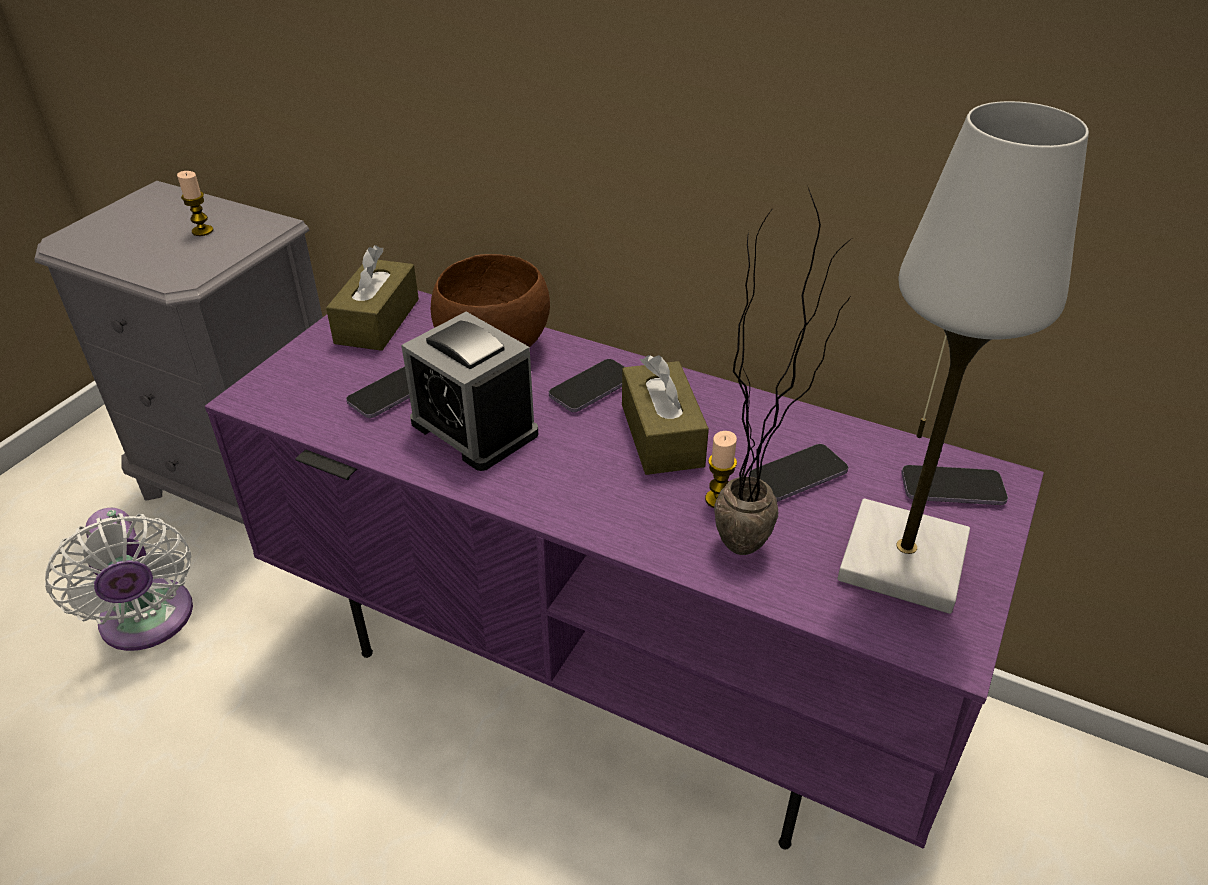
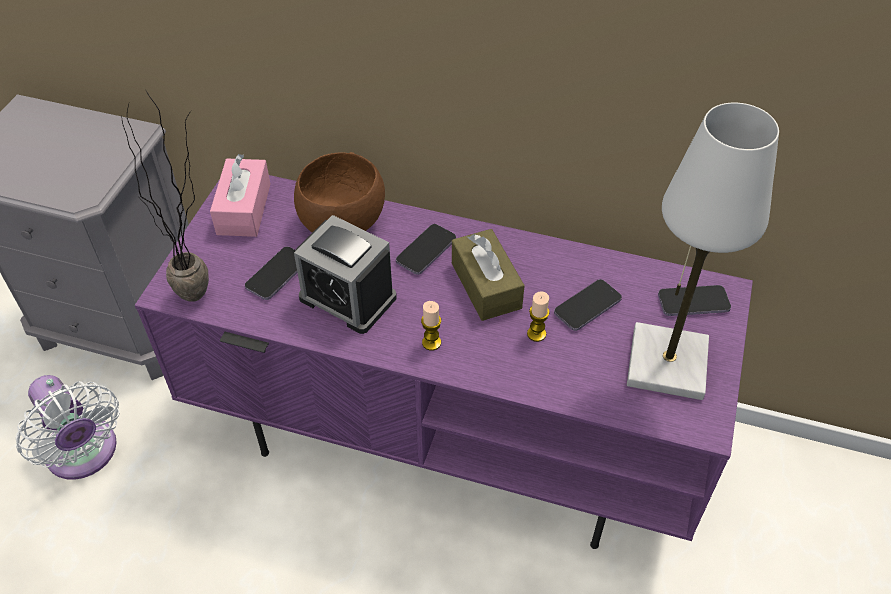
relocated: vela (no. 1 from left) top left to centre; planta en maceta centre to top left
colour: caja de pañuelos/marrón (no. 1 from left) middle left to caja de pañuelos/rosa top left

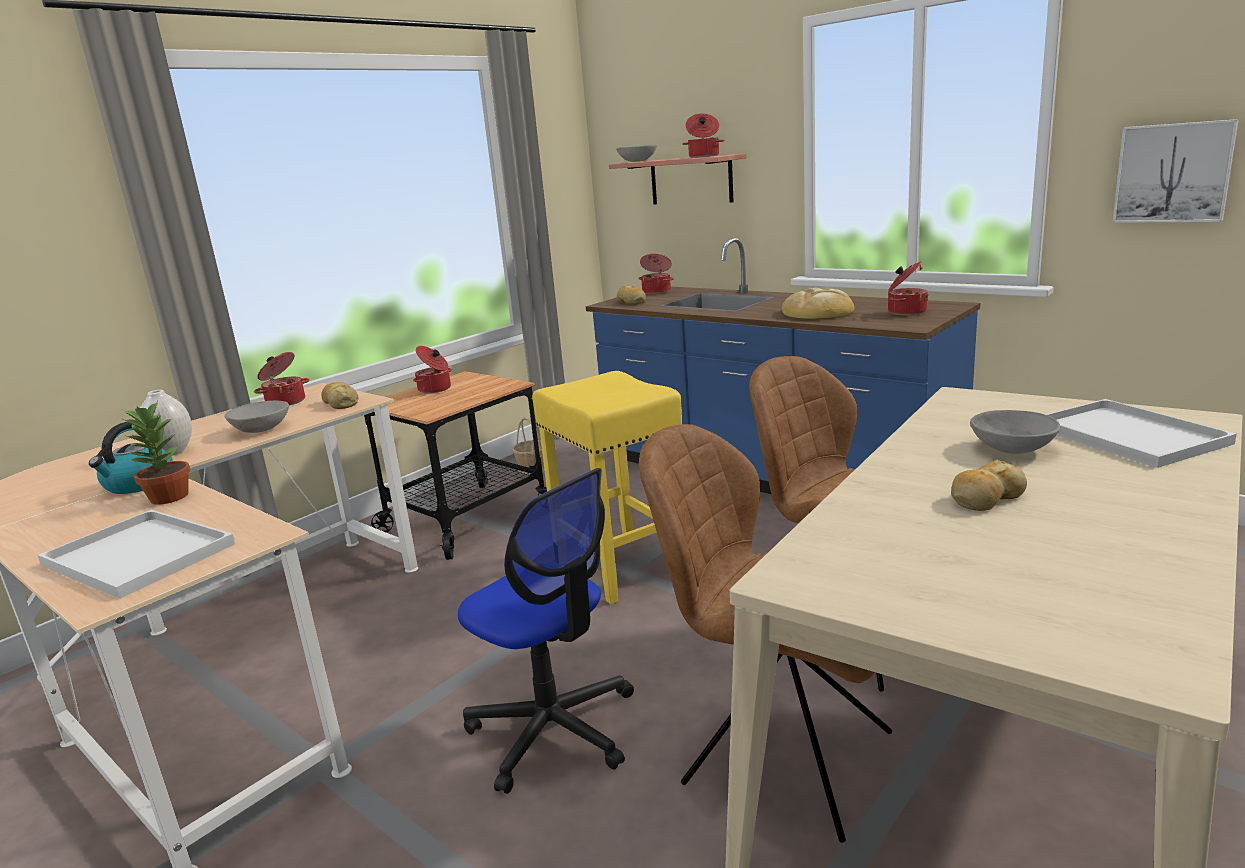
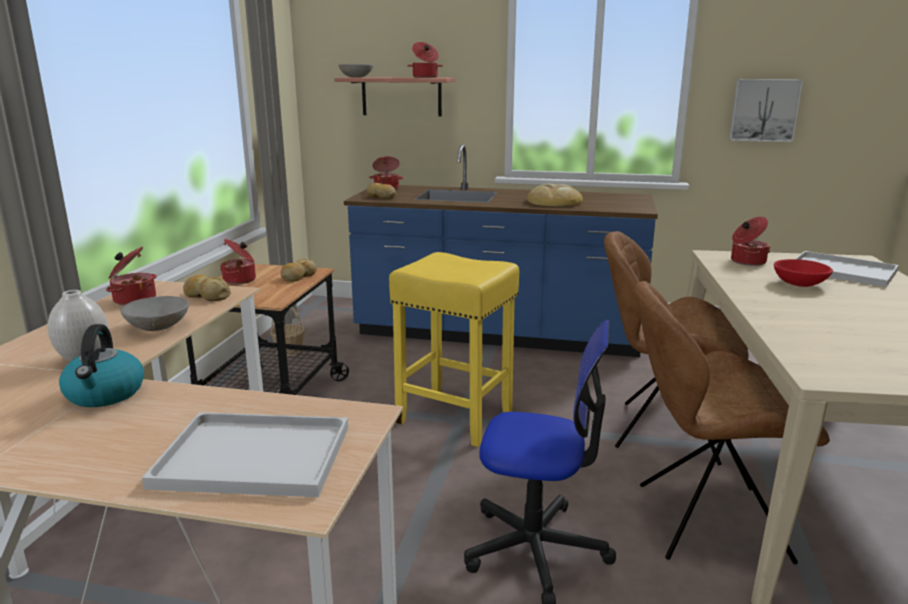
missing: planta en maceta middle left
relocated: olla (no. 5 from left) top right to middle right; pan (no. 4 from left in the first image) middle right to pan (no. 2 from left) middle left
colour: cuenco/gris (no. 3 from left) middle right to cuenco/rojo middle right

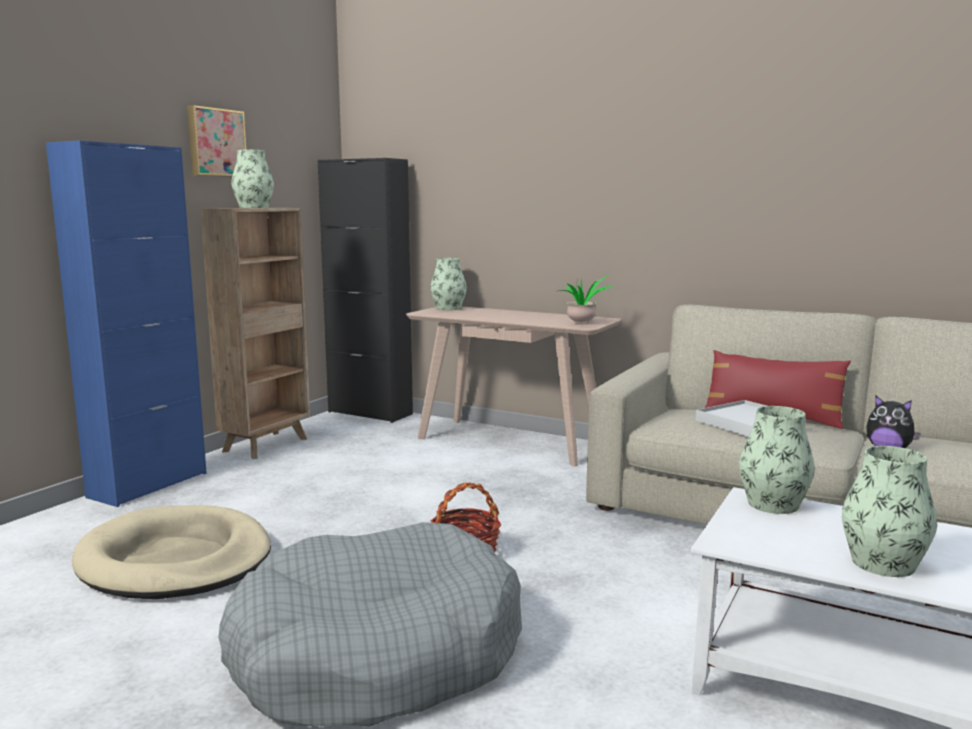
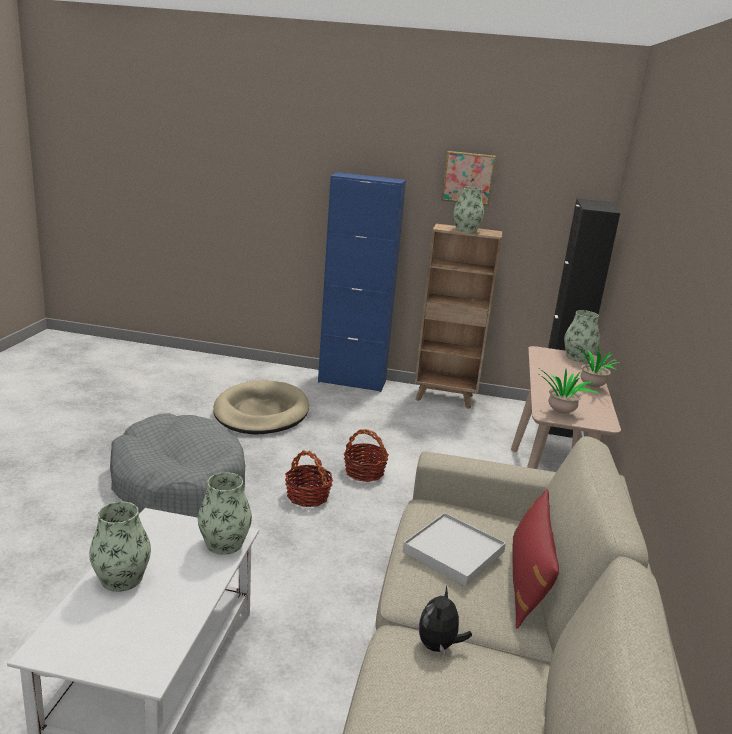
appeared: cesta (no. 2 from left) centre; planta en maceta (no. 2 from left) middle right

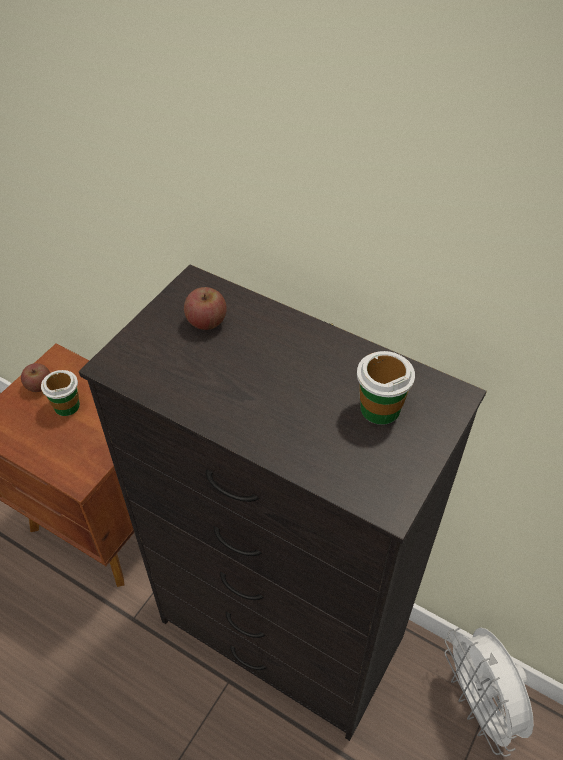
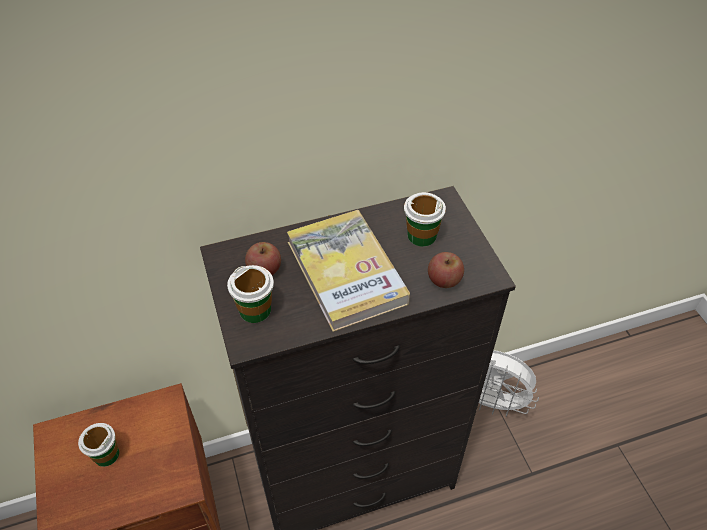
appeared: taza (no. 2 from left) centre; libro centre
relocated: manzana (no. 1 from left in the first image) middle left to manzana (no. 2 from left) centre

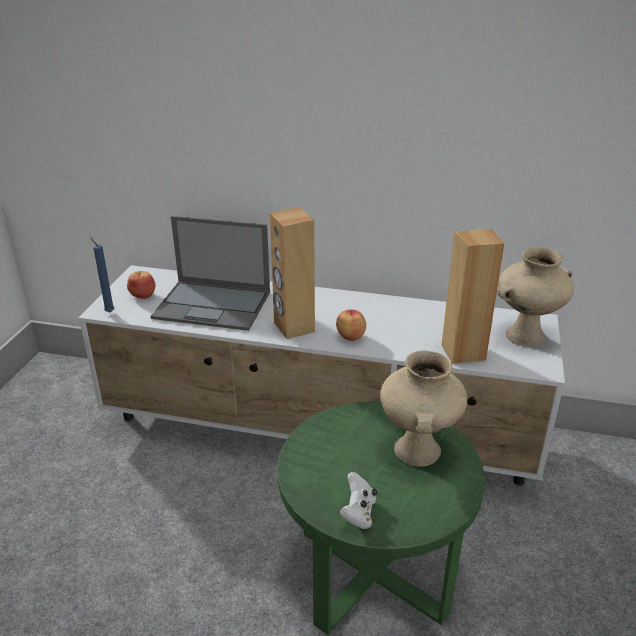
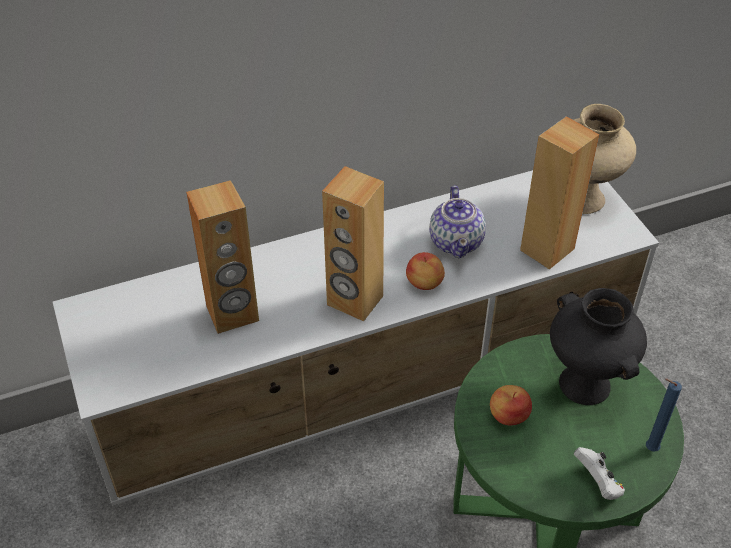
appeared: tetera centre
relocated: vela/azul middle left to bottom right; manzana (no. 1 from left in the first image) middle left to manzana (no. 2 from left) bottom right
exchanged: portátil middle left to altavoz/marrón (no. 1 from left) middle left
colour: florero/beis (no. 1 from left) centre to florero/negro middle right

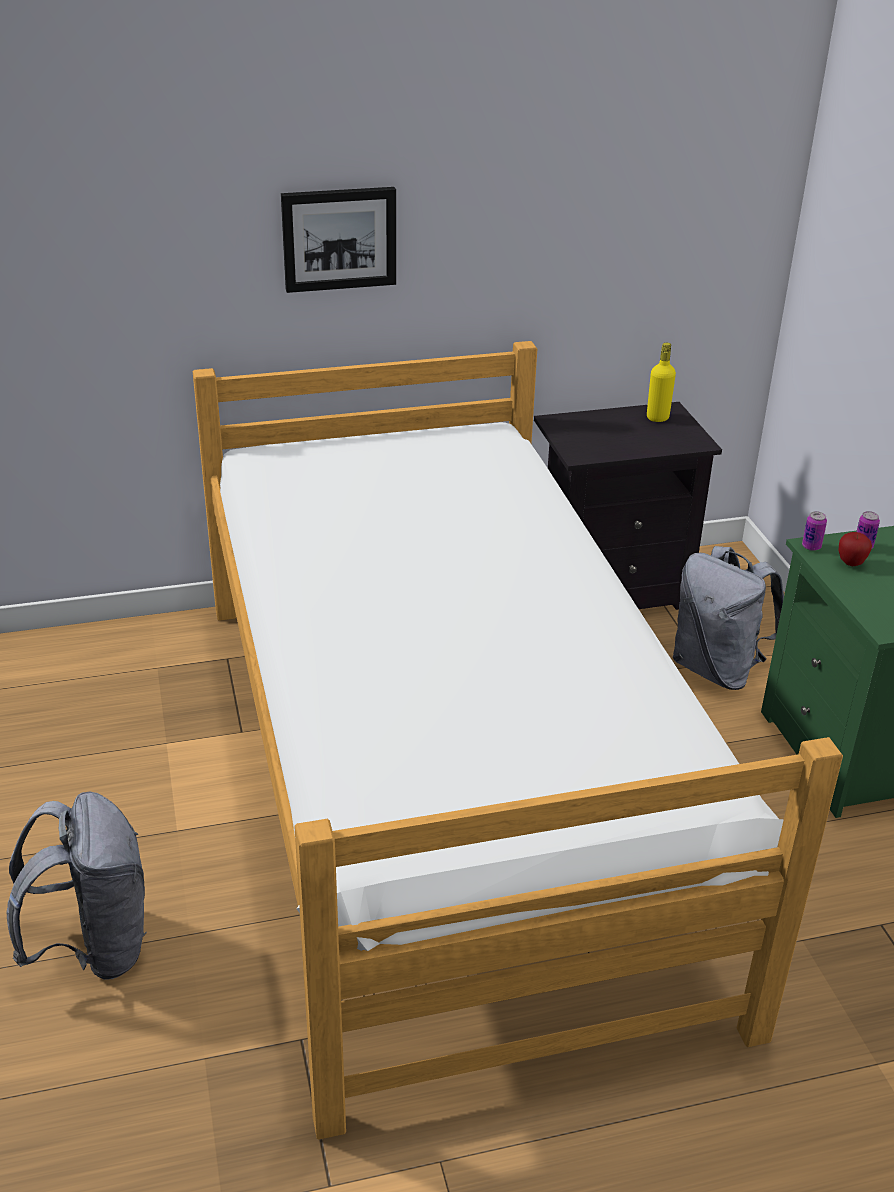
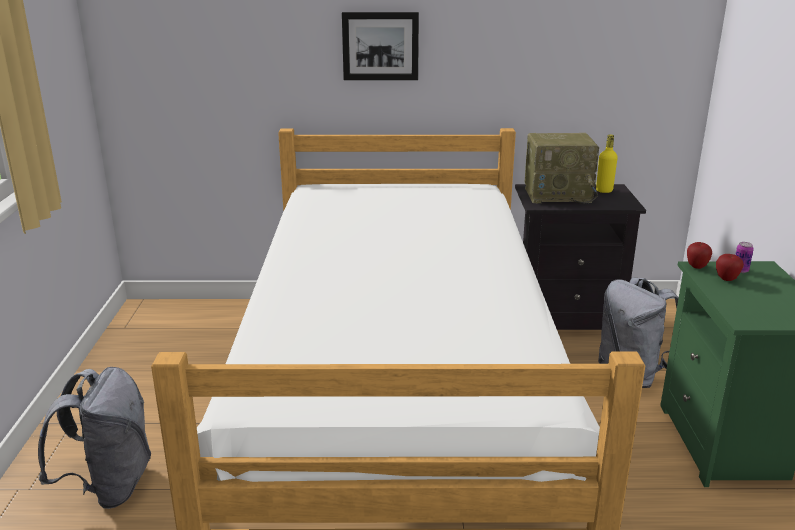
appeared: radio top right
exchanged: lata (no. 1 from left) middle right to manzana (no. 1 from left) middle right

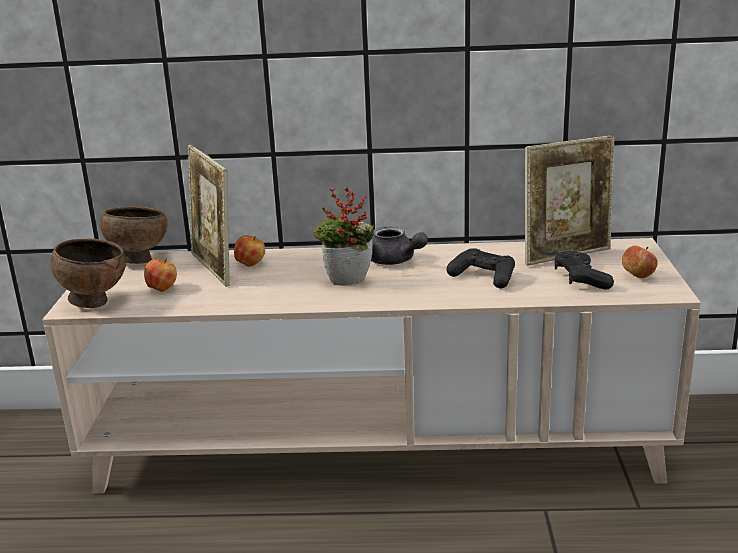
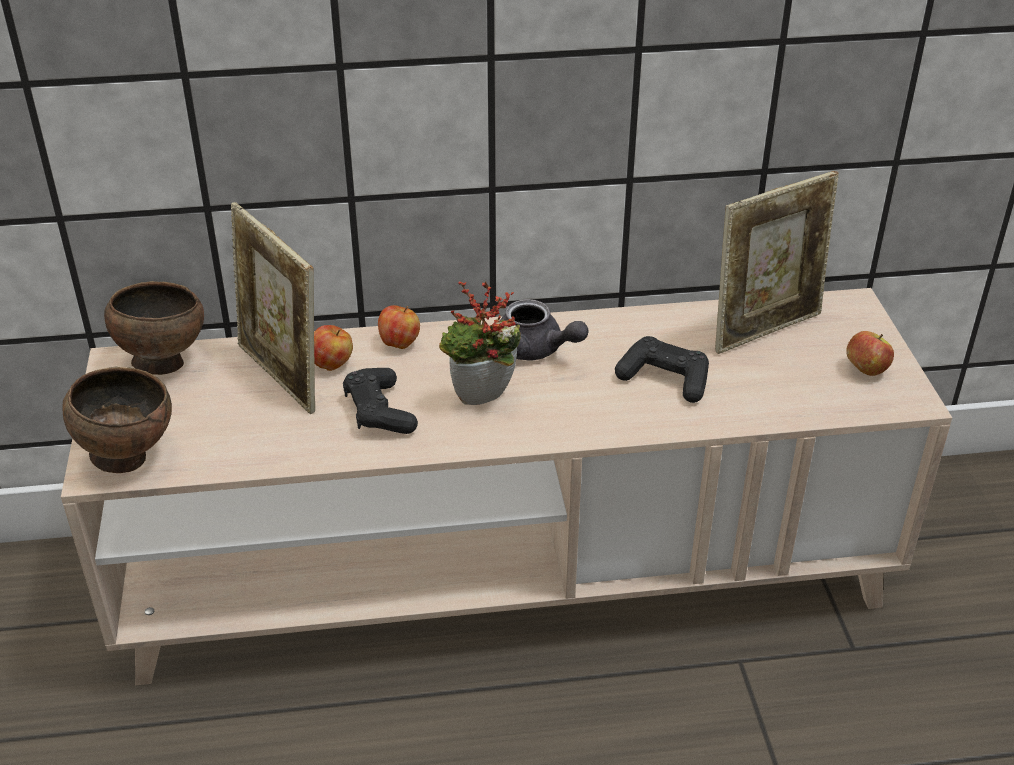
relocated: manzana (no. 1 from left in the first image) middle left to manzana (no. 2 from left) centre; mando de consola/negro (no. 2 from left in the first image) middle right to mando de consola/negro (no. 1 from left) centre

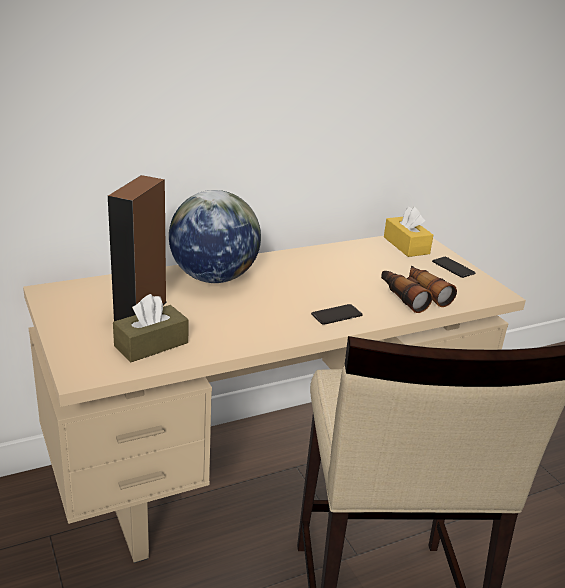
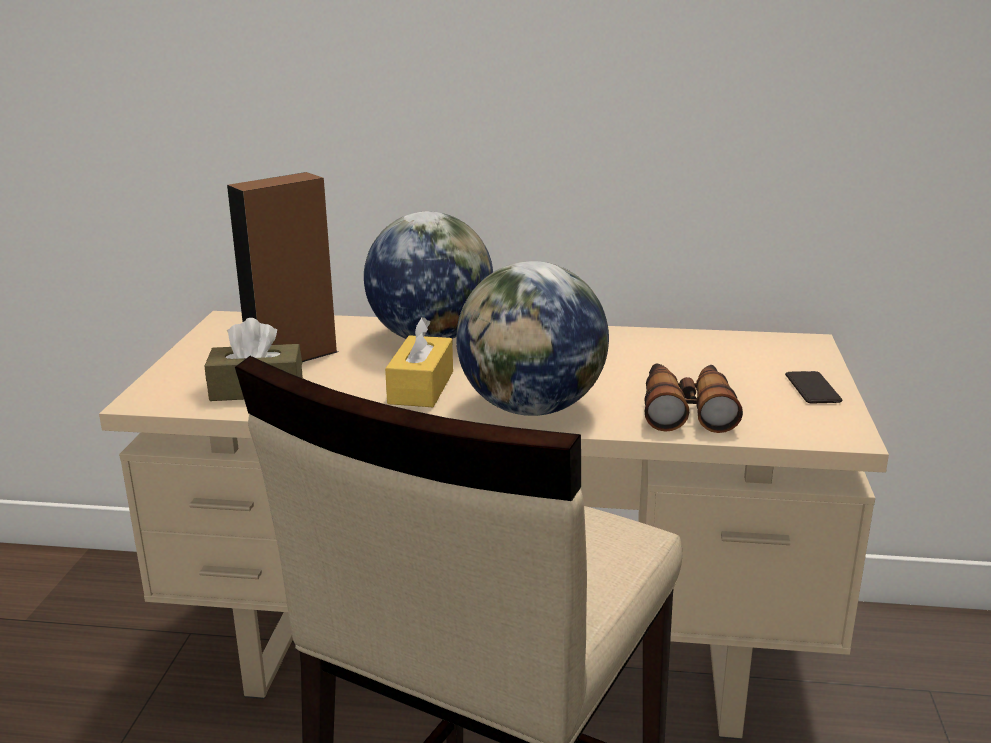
relocated: caja de pañuelos/amarillo middle right to centre
exchanged: móvil (no. 1 from left) centre to globo terráqueo (no. 2 from left) centre

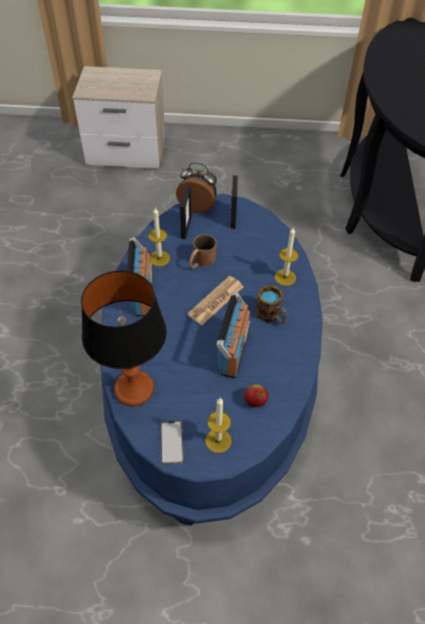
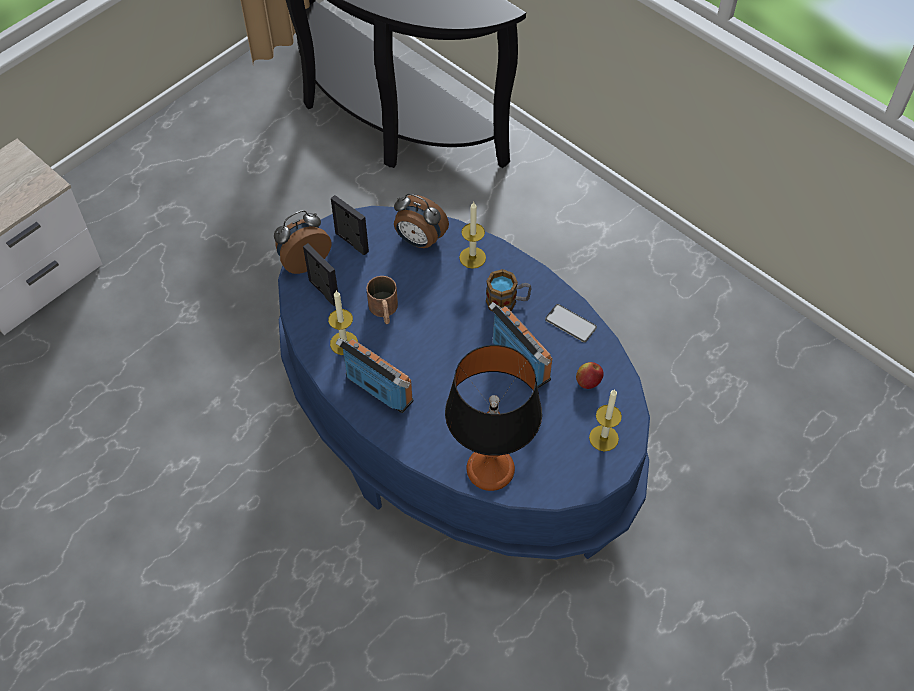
missing: periódico centre
appeared: despertador (no. 2 from left) top centre
relocated: móvil bottom centre to centre

